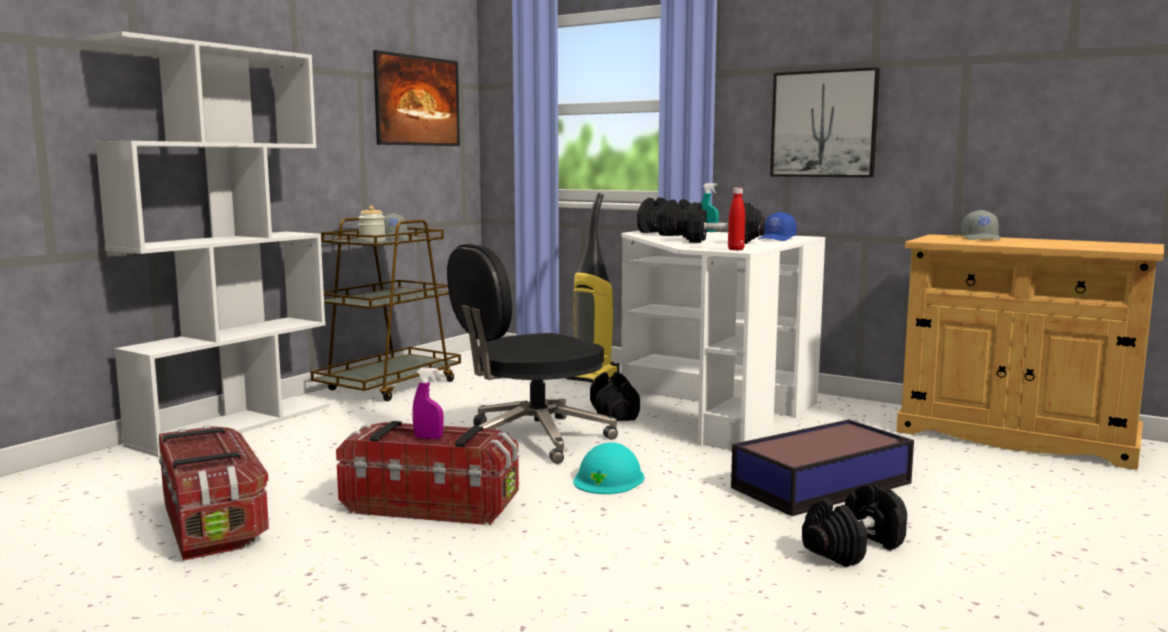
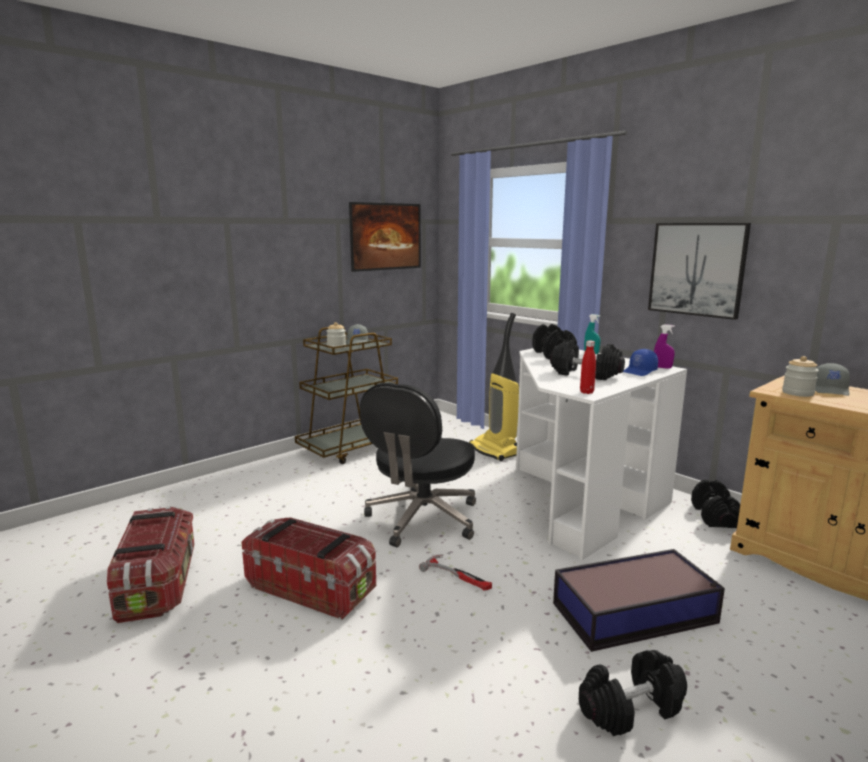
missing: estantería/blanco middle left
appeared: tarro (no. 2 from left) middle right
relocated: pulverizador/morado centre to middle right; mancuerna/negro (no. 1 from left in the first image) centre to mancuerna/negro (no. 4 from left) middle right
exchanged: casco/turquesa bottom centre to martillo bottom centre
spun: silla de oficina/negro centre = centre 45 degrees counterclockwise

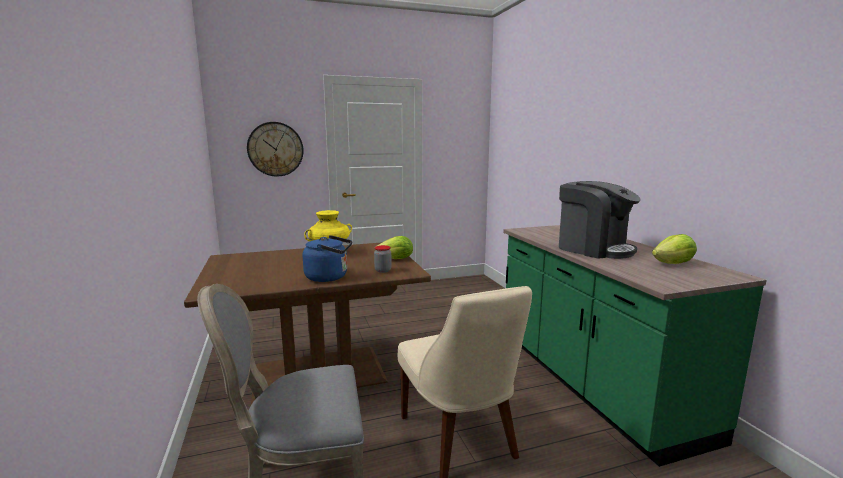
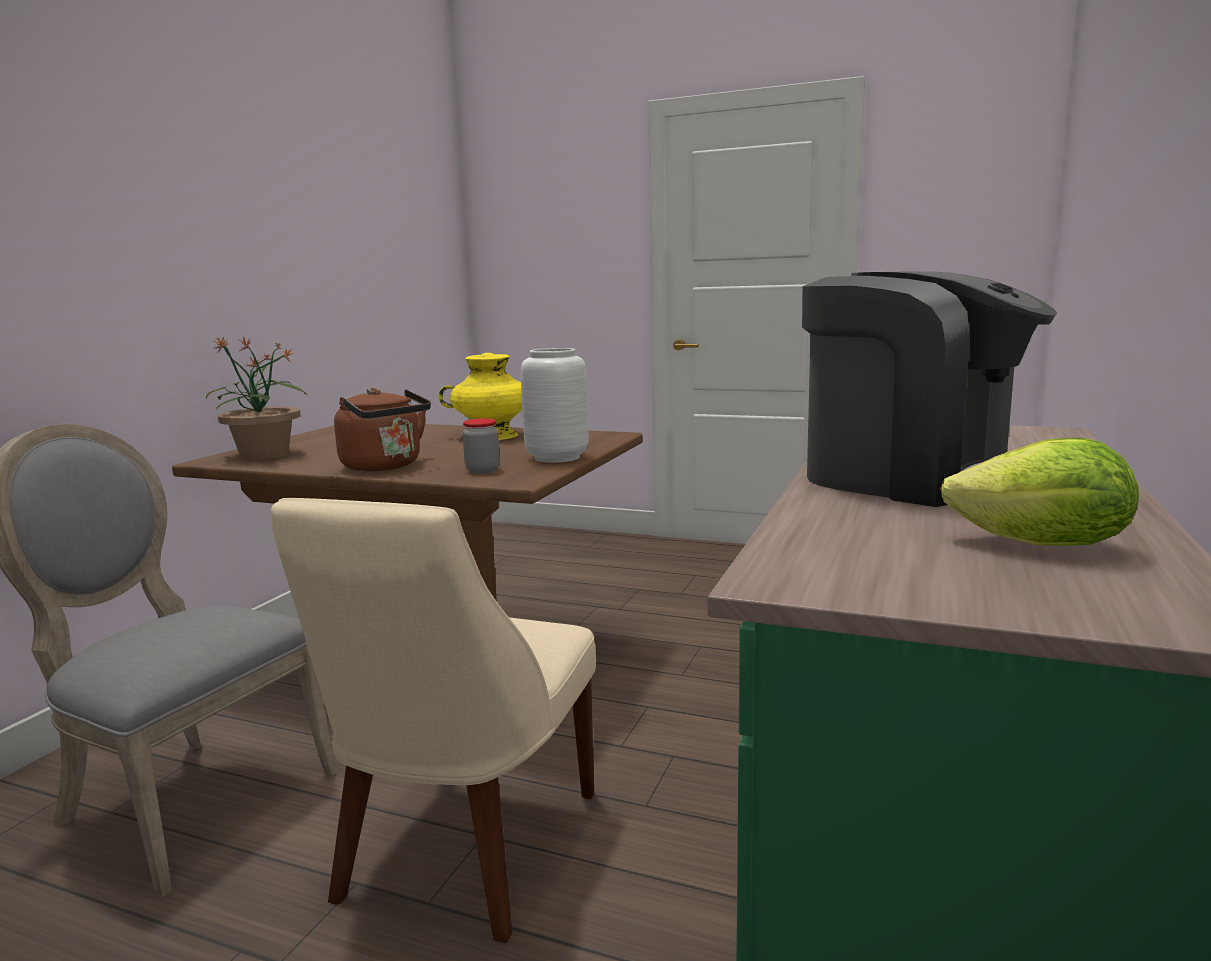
missing: reloj de pared top left
appeared: planta en maceta middle left
exchanged: lechuga (no. 1 from left) centre to florero/gris centre
colour: hervidor/azul centre to hervidor/marrón middle left
spun: cafetera middle right = middle right 45 degrees counterclockwise

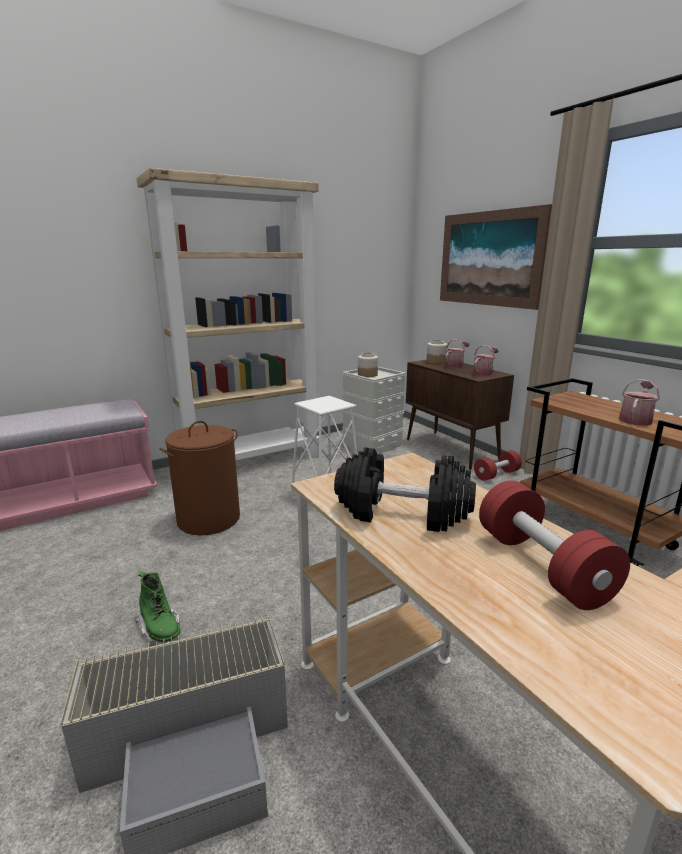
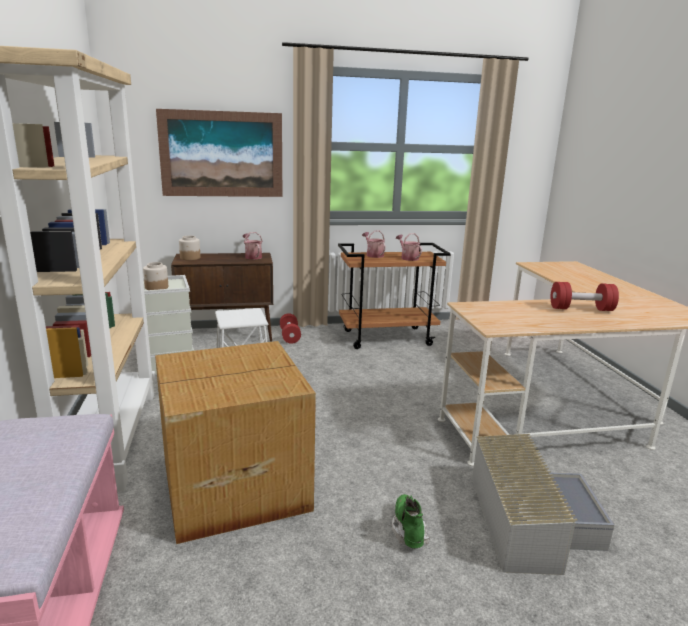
missing: mancuerna/negro centre
relocated: regadera (no. 1 from left in the first image) middle right to regadera (no. 2 from left) centre
exchanged: cesto de la ropa/marrón middle left to caja de cartón bottom centre
spun: bota/verde bottom left = bottom centre 75 degrees counterclockwise

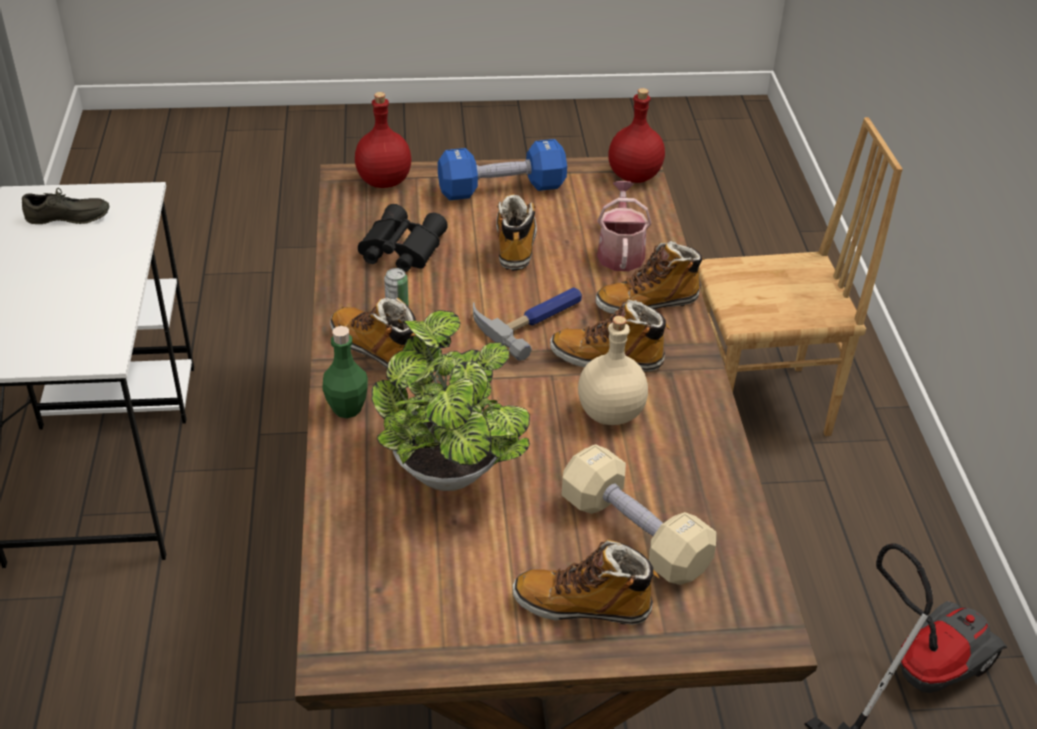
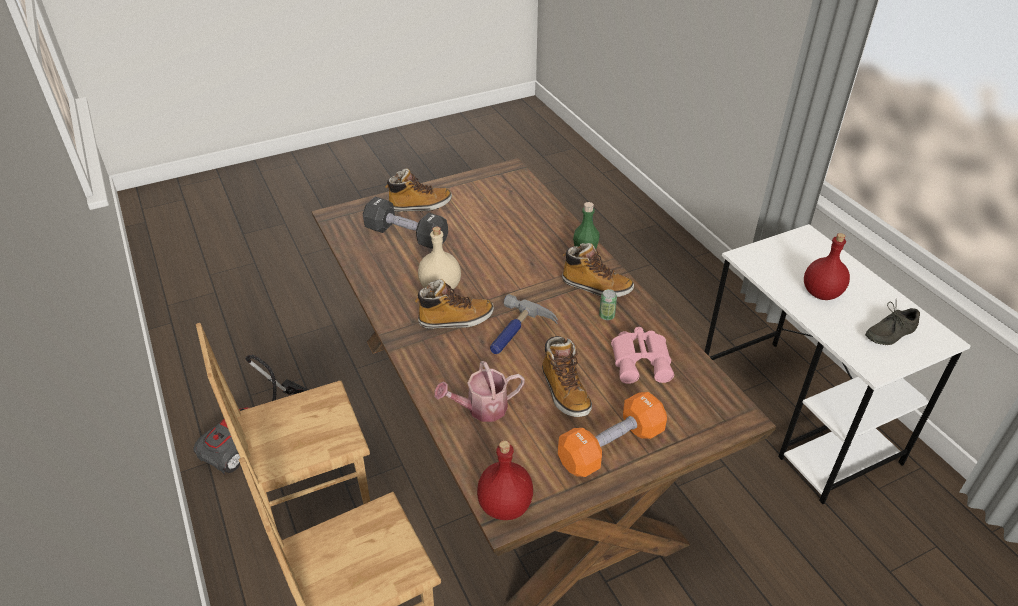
missing: planta en maceta centre; bota (no. 5 from left) centre
appeared: silla/marrón (no. 1 from left) bottom left
relocated: botella/rojo (no. 1 from left in the first image) top centre to botella/rojo (no. 2 from left) middle right
colour: prismáticos/negro top centre to prismáticos/rosa centre; mancuerna/azul top centre to mancuerna/naranja bottom centre; mancuerna/beis bottom centre to mancuerna/negro centre
spun: regadera top centre = centre 90 degrees clockwise

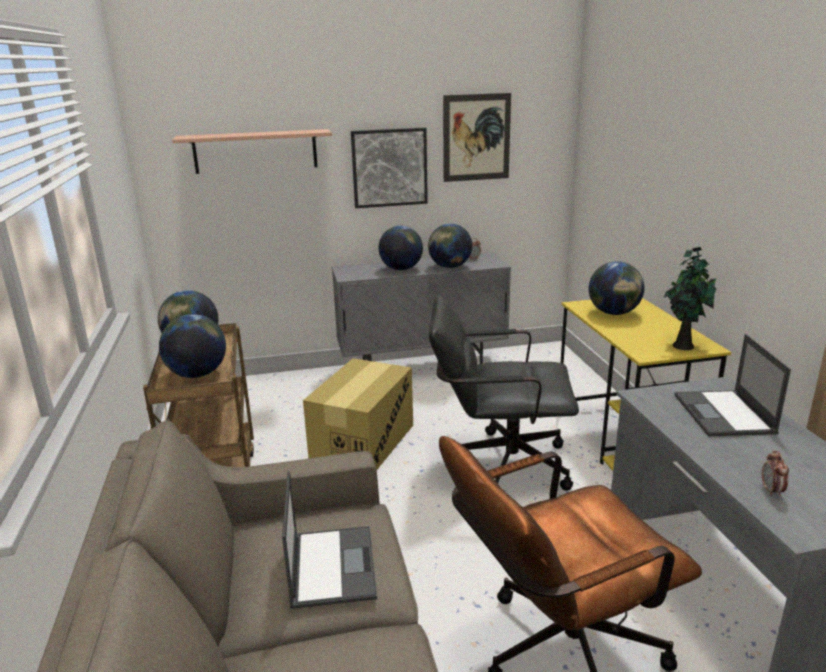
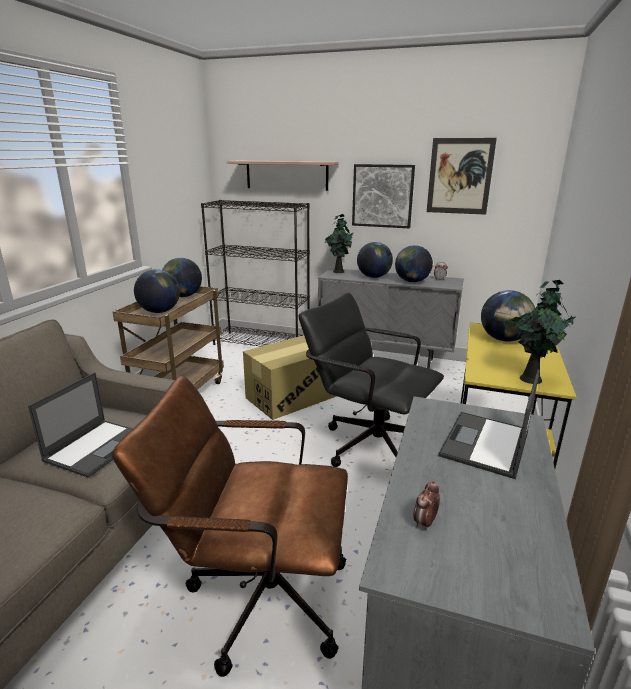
appeared: estantería/negro centre; planta en maceta (no. 1 from left) centre

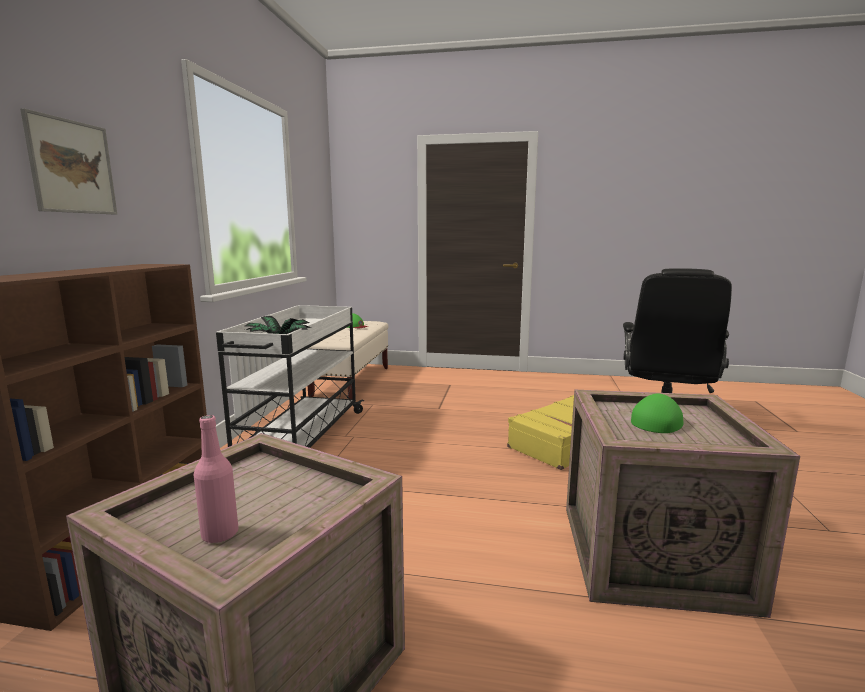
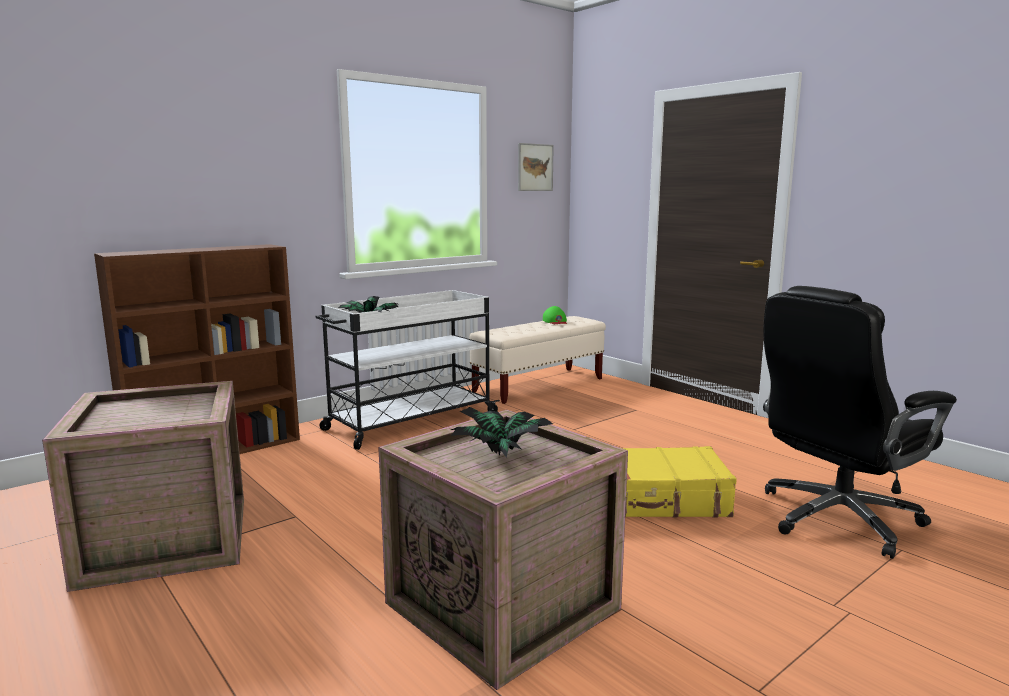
missing: botella/rosa bottom left
relocated: cuadro top left to top centre
exchanged: gorra/verde (no. 2 from left) middle right to planta en maceta (no. 2 from left) centre

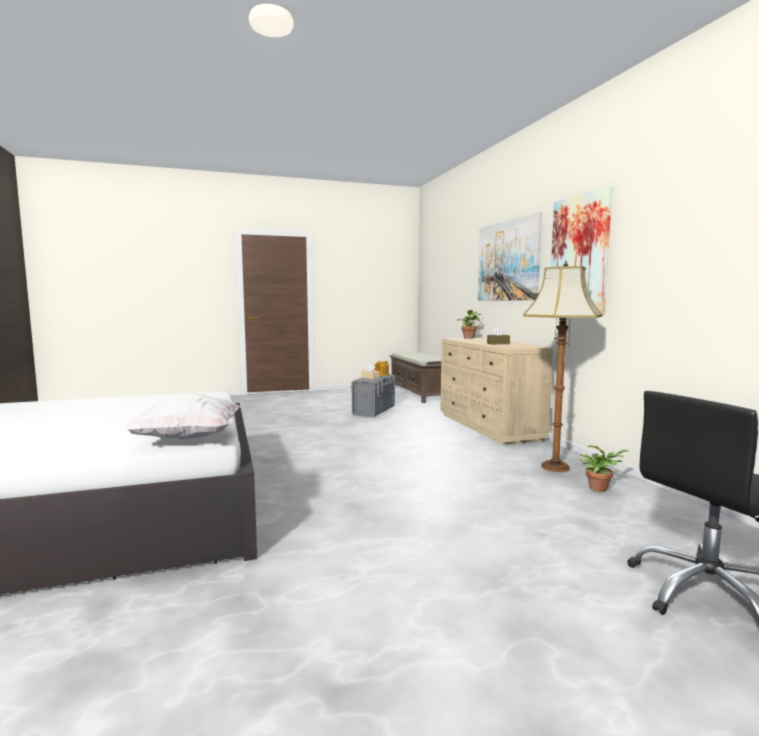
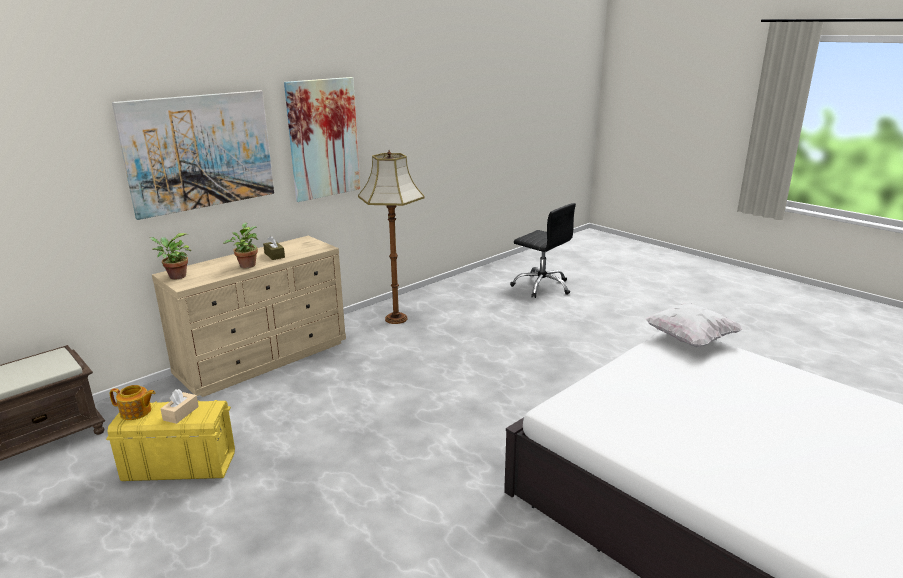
relocated: planta en maceta (no. 2 from left) middle right to middle left
colour: caja de almacenaje/gris centre to caja de almacenaje/amarillo bottom left

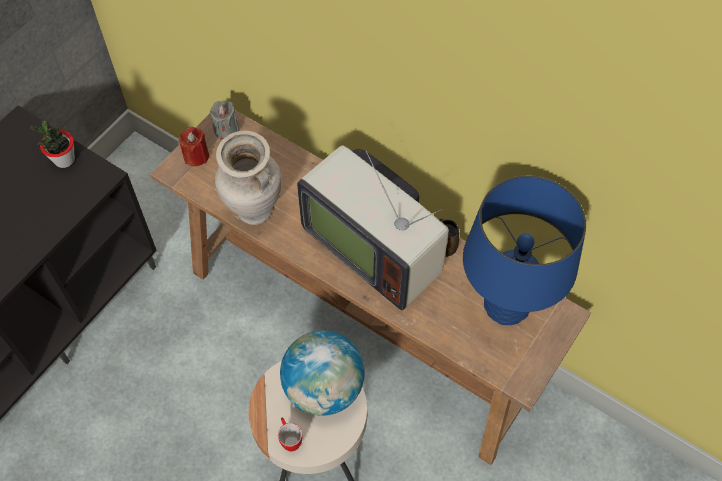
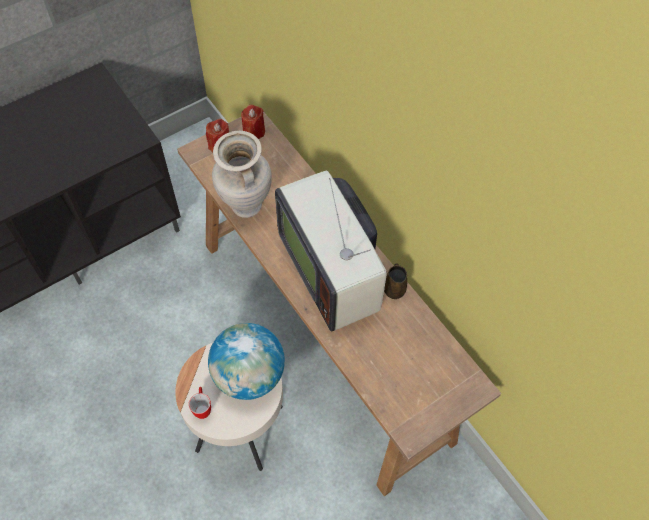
missing: planta en maceta top left; lámpara de mesa/azul middle right
colour: vela/gris top left to vela/rojo (no. 2 from left) top centre

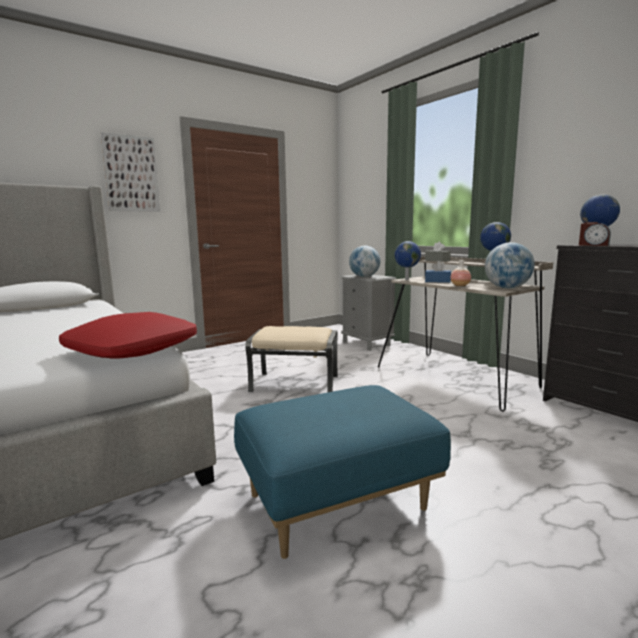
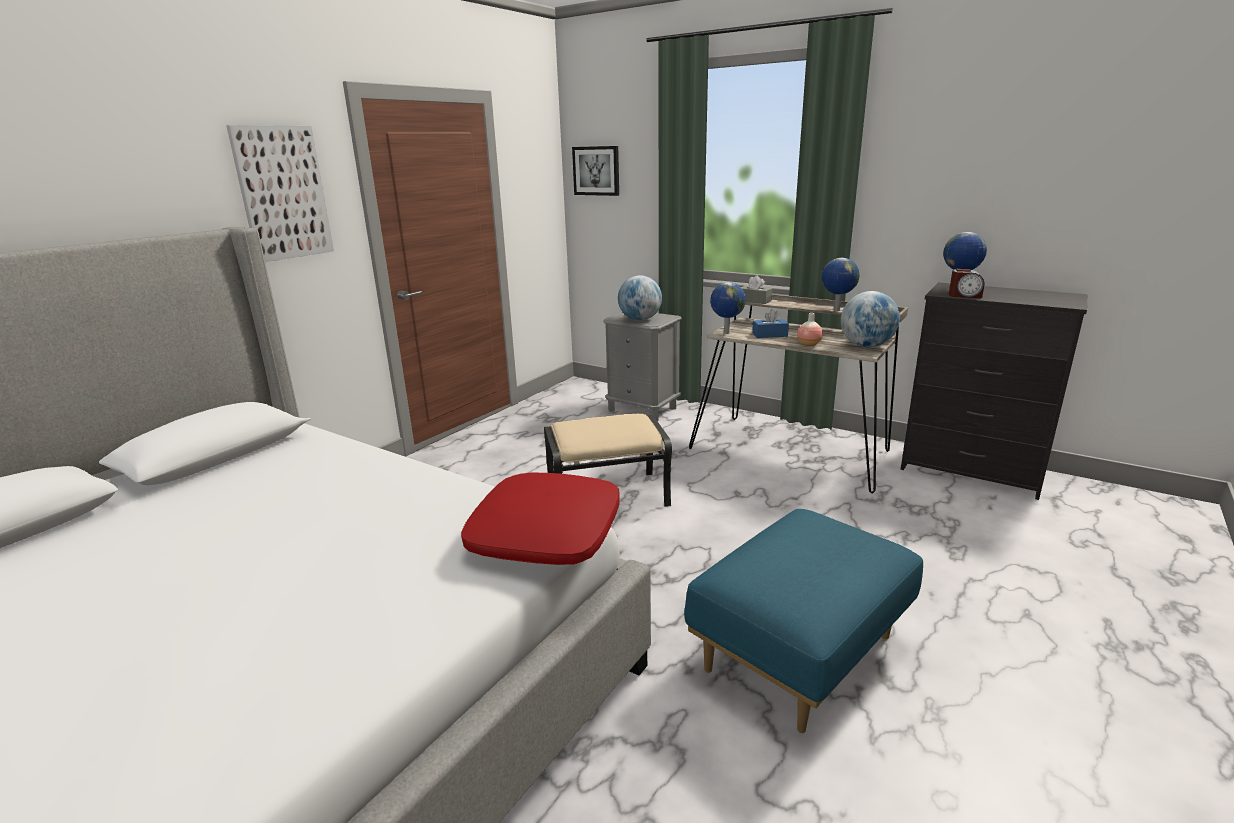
appeared: cuadro (no. 2 from left) top centre

